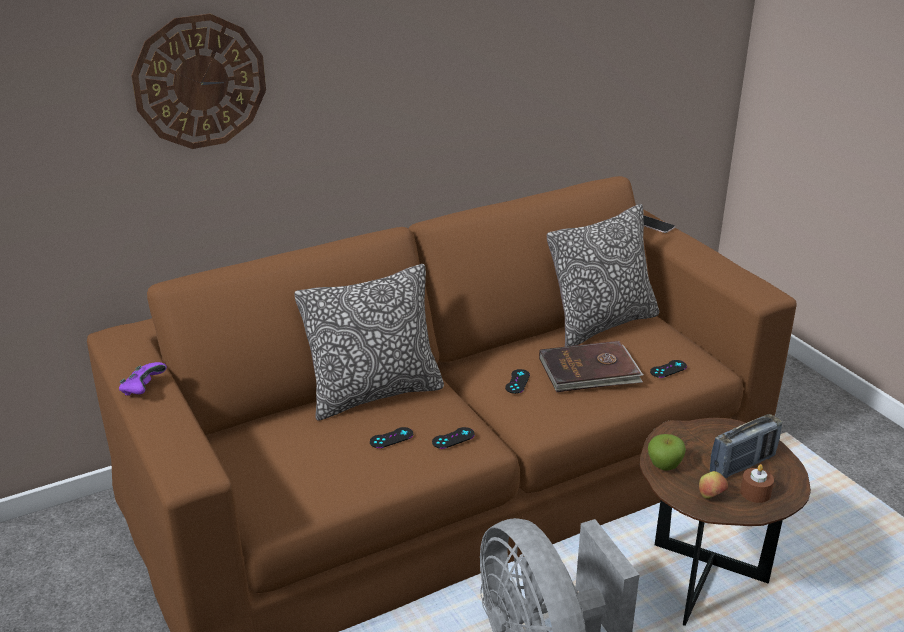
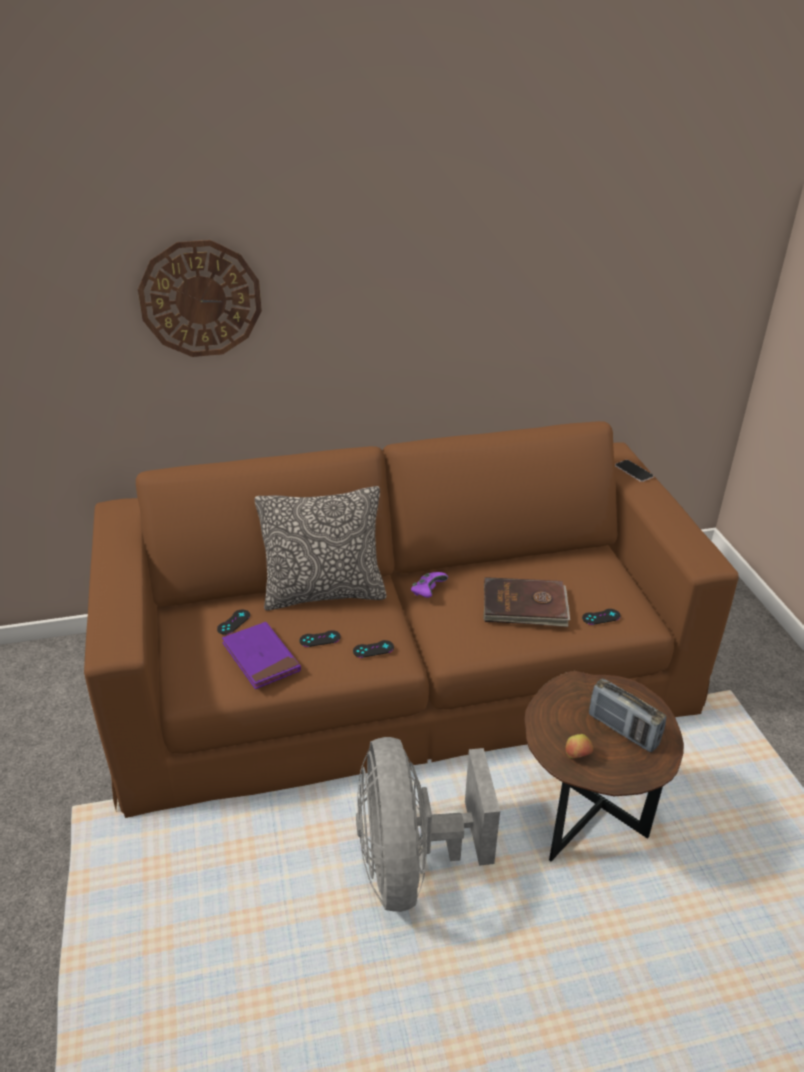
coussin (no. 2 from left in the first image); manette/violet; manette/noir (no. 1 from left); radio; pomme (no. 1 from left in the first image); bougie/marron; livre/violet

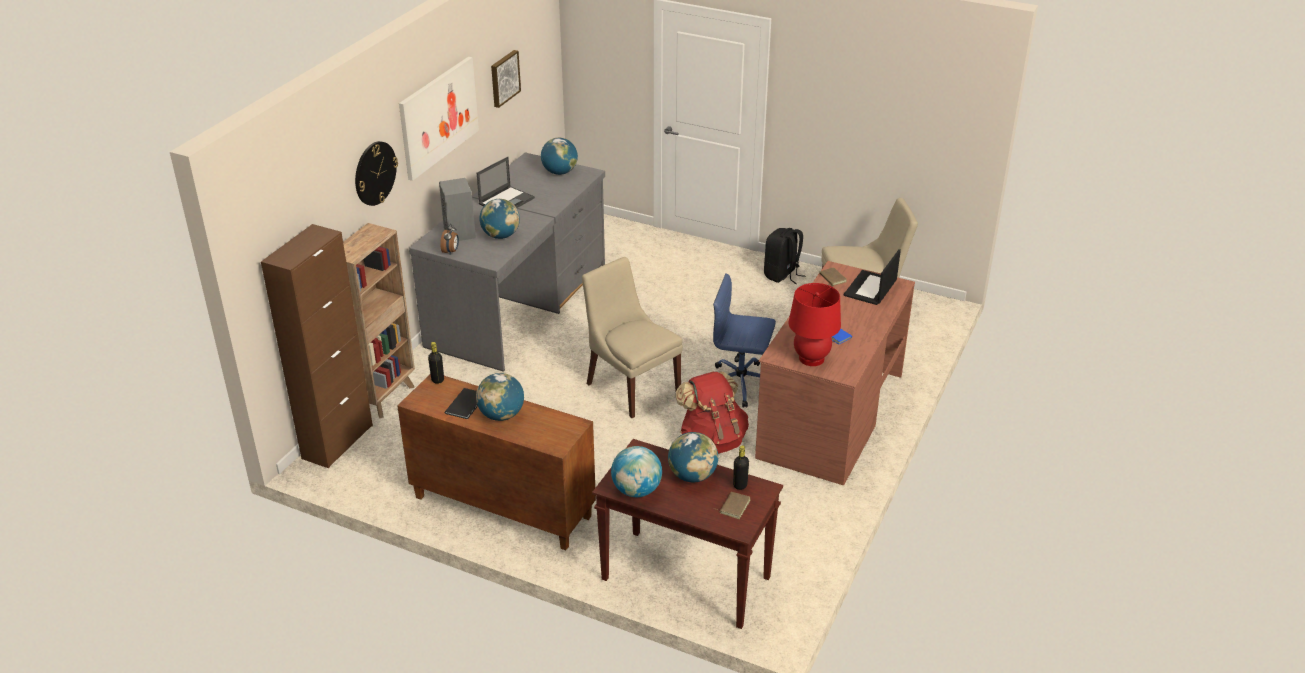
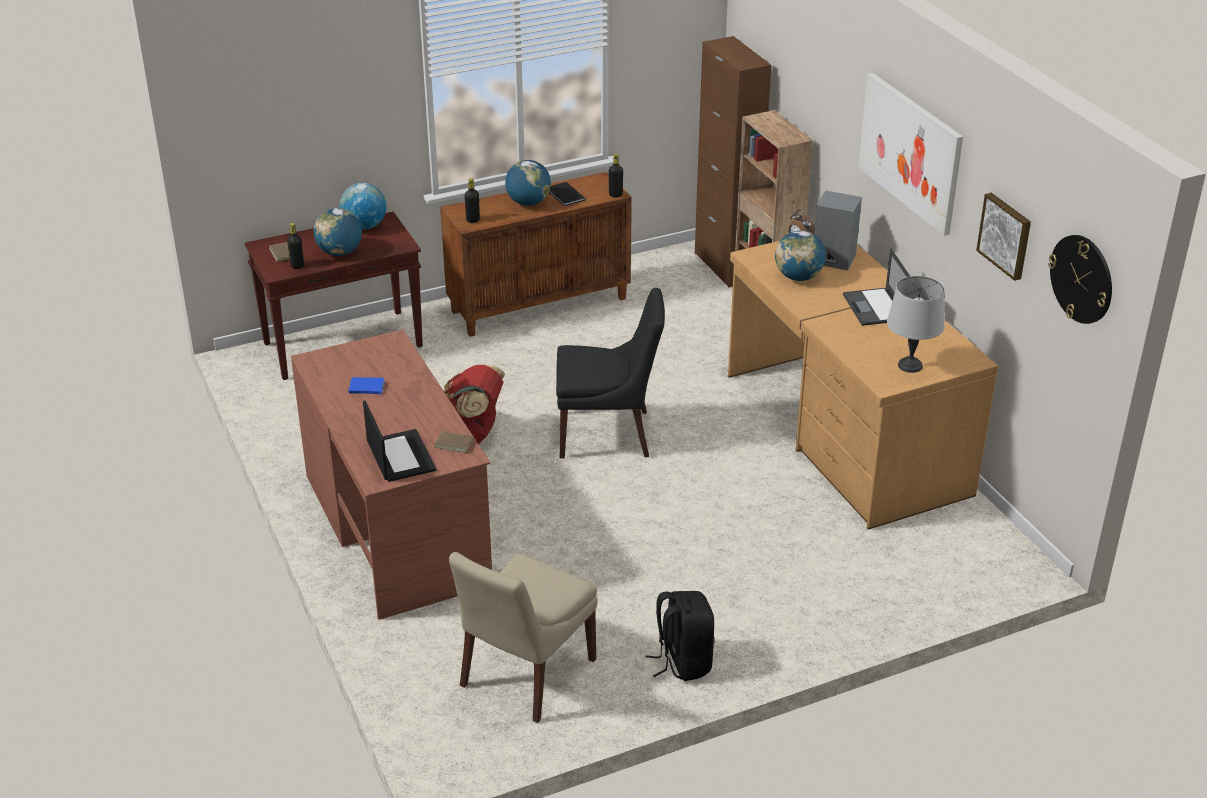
lampe de table/gris; horloge murale; bureau/marron (no. 2 from left); chaise/noir; chaise de bureau/bleu; lampe de table/rouge; bouteille/noir (no. 2 from left)

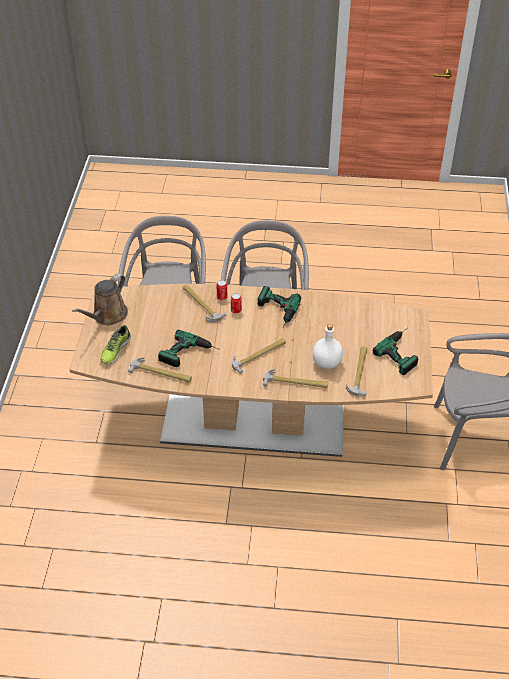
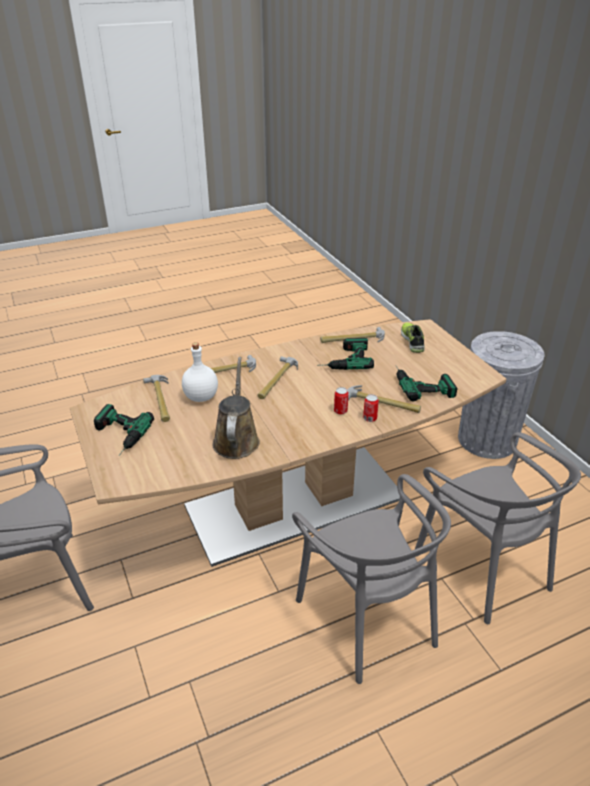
arrosoir/marron; perceuse (no. 3 from left); poubelle/gris

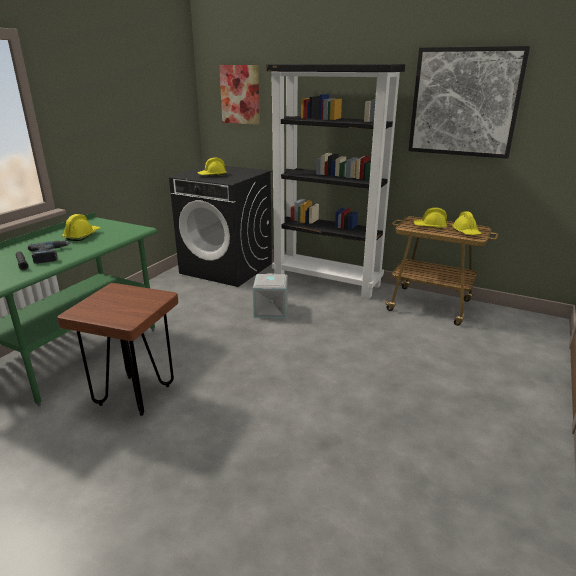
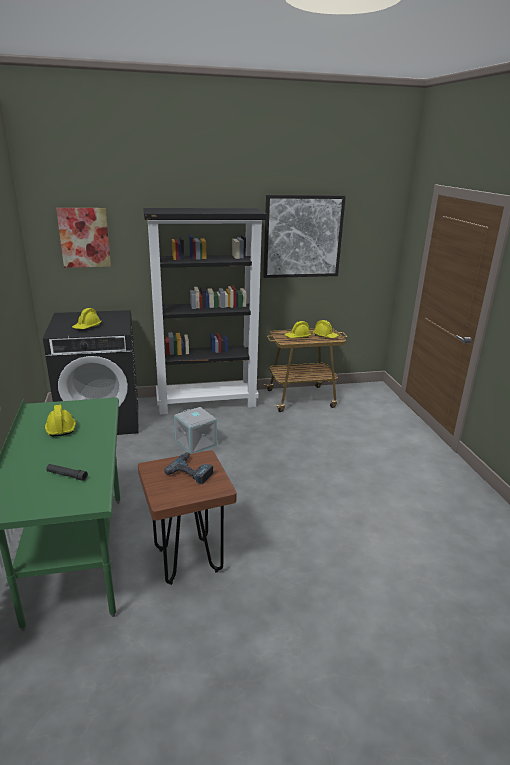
perceuse

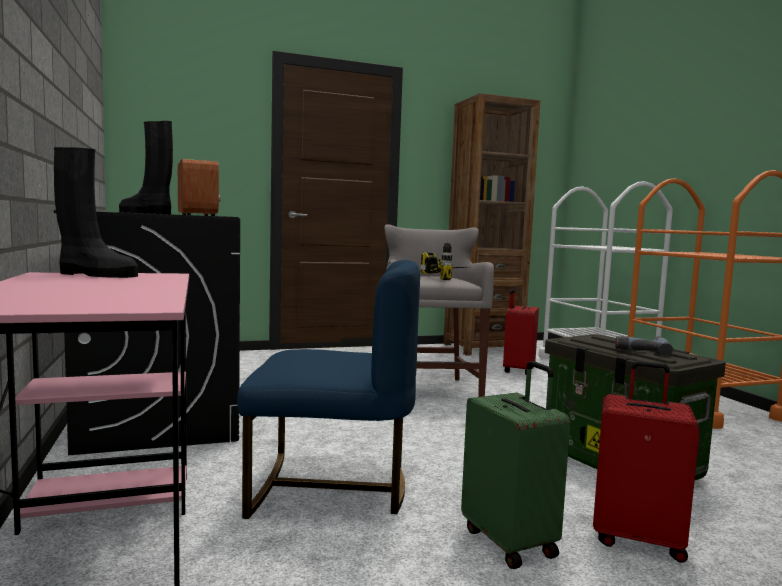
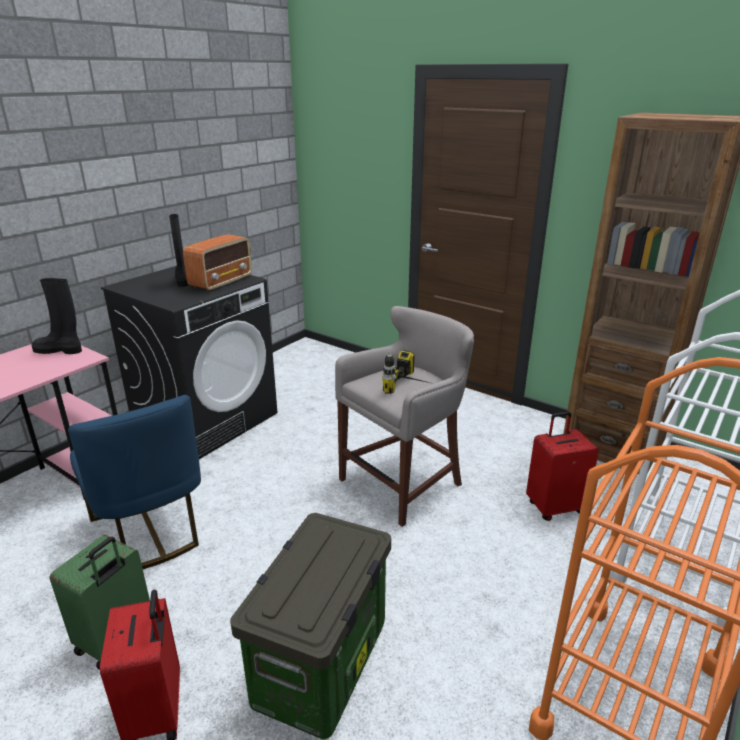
botte/noir (no. 1 from left); perceuse (no. 2 from left in the first image)

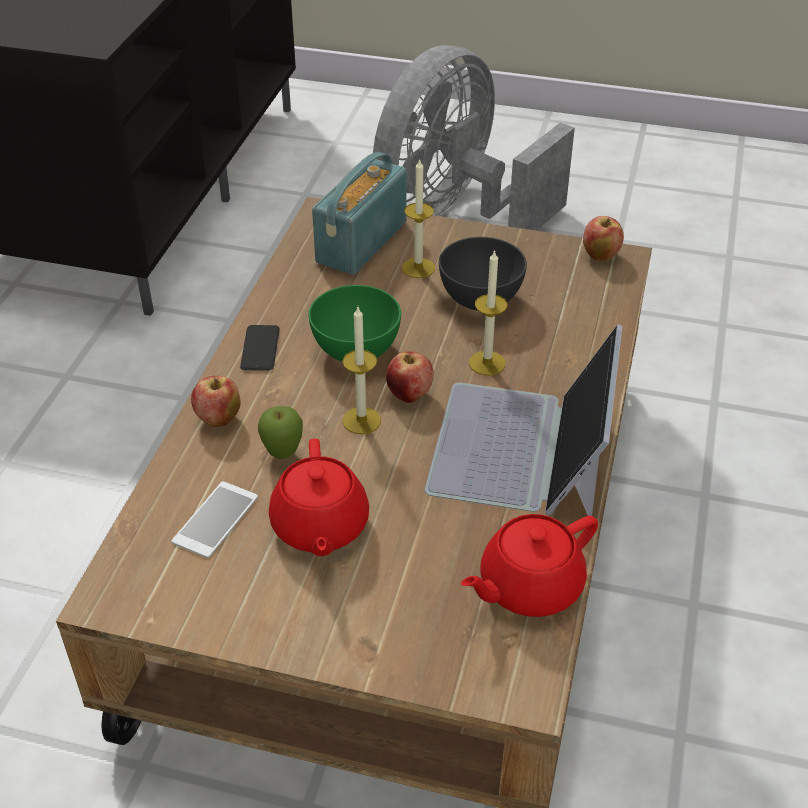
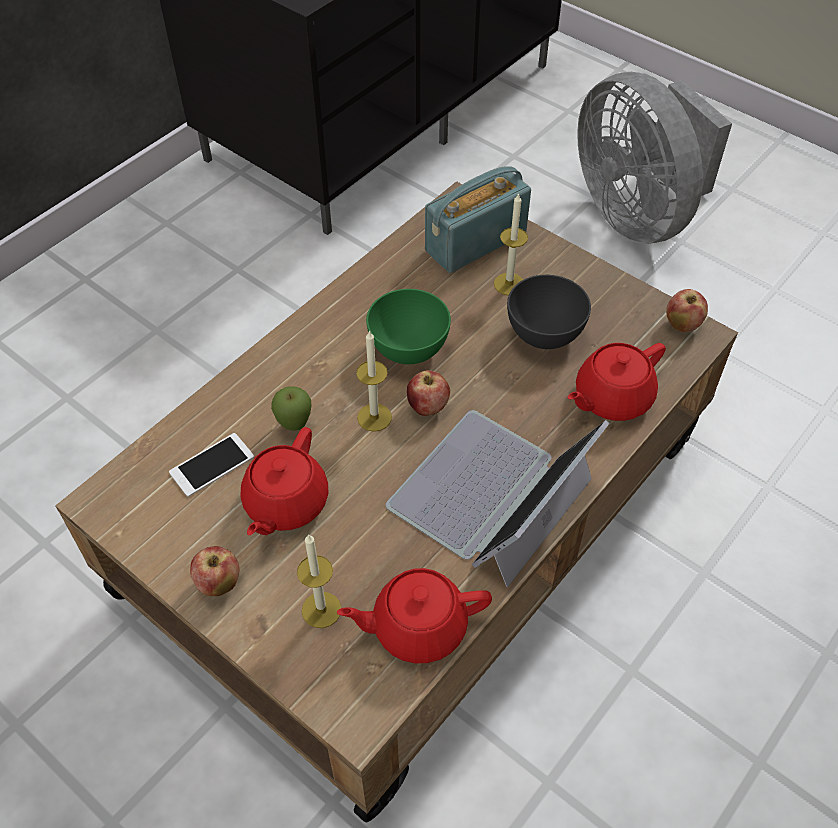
ventilateur/gris; bougie (no. 1 from left); téléphone (no. 2 from left in the first image); pomme (no. 1 from left); théière/rouge (no. 3 from left)

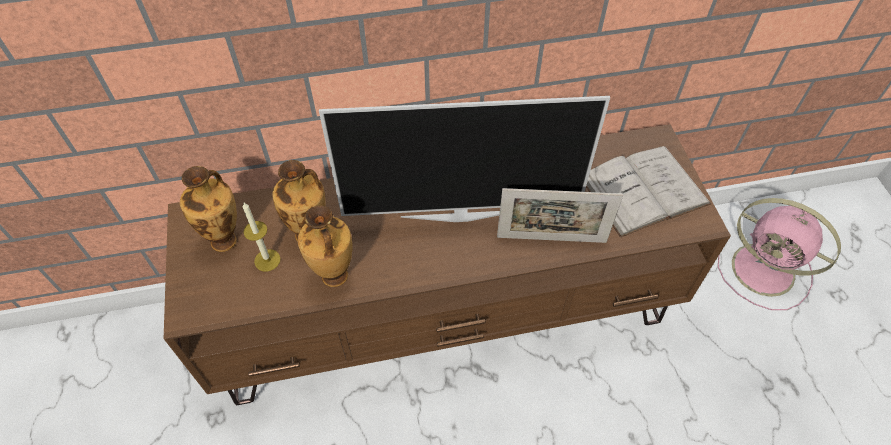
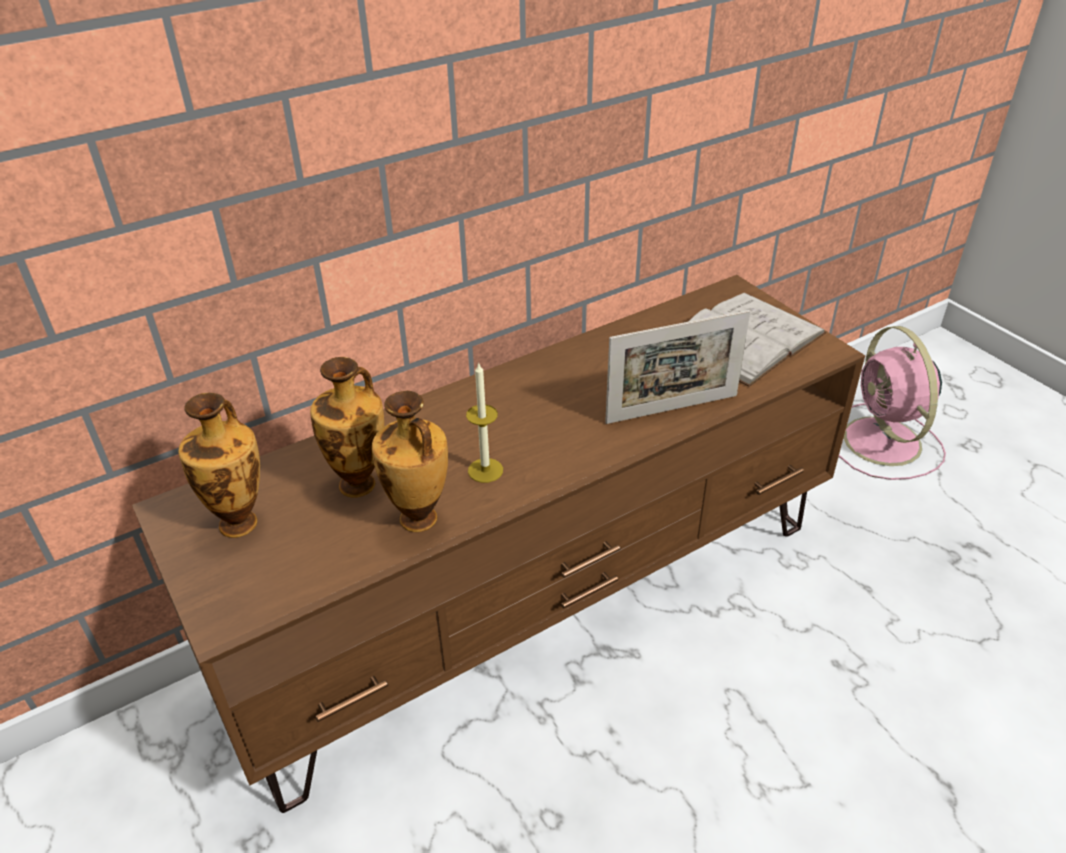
téléviseur; ventilateur/rose; bougie

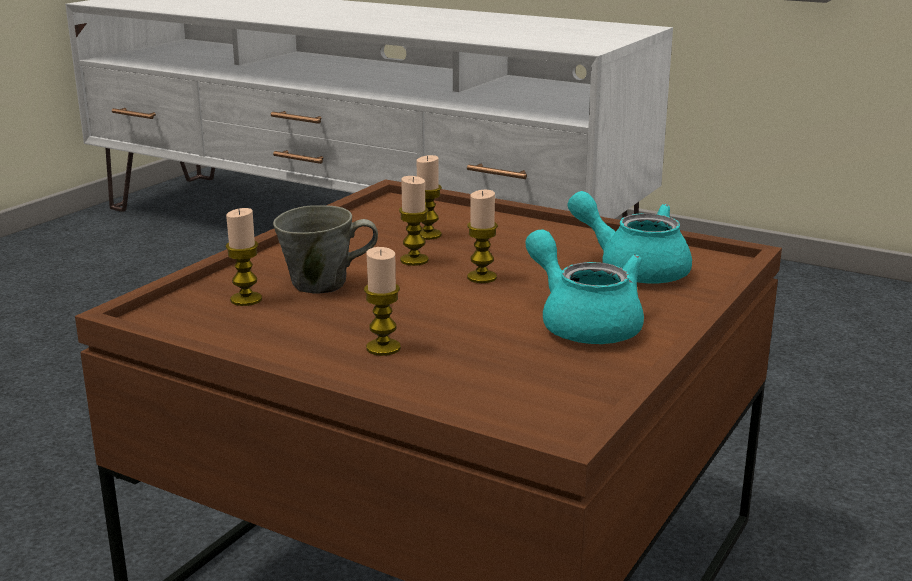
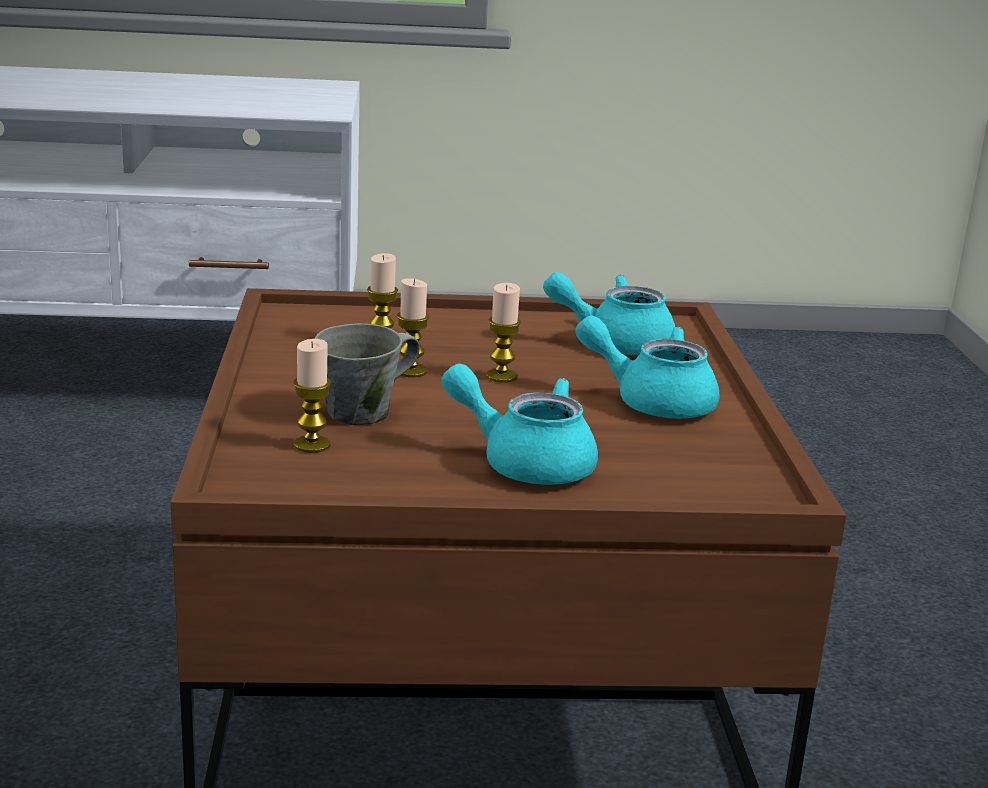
théière/turquoise (no. 1 from left)

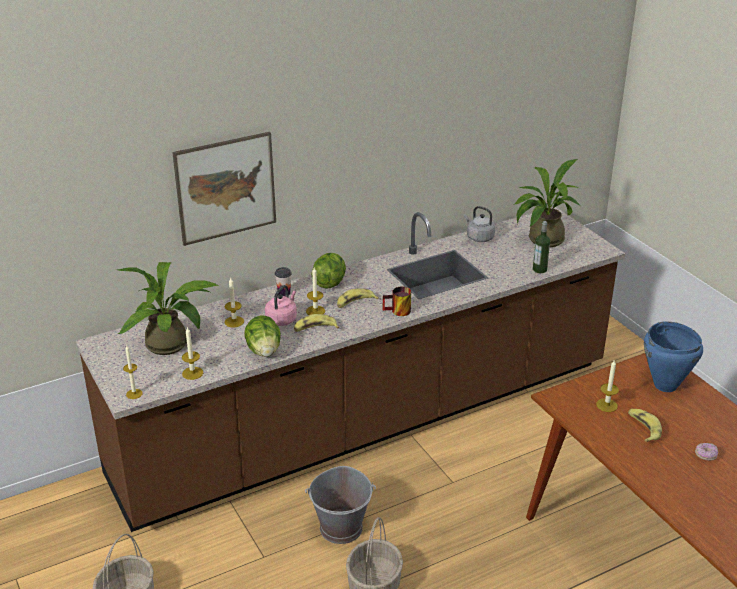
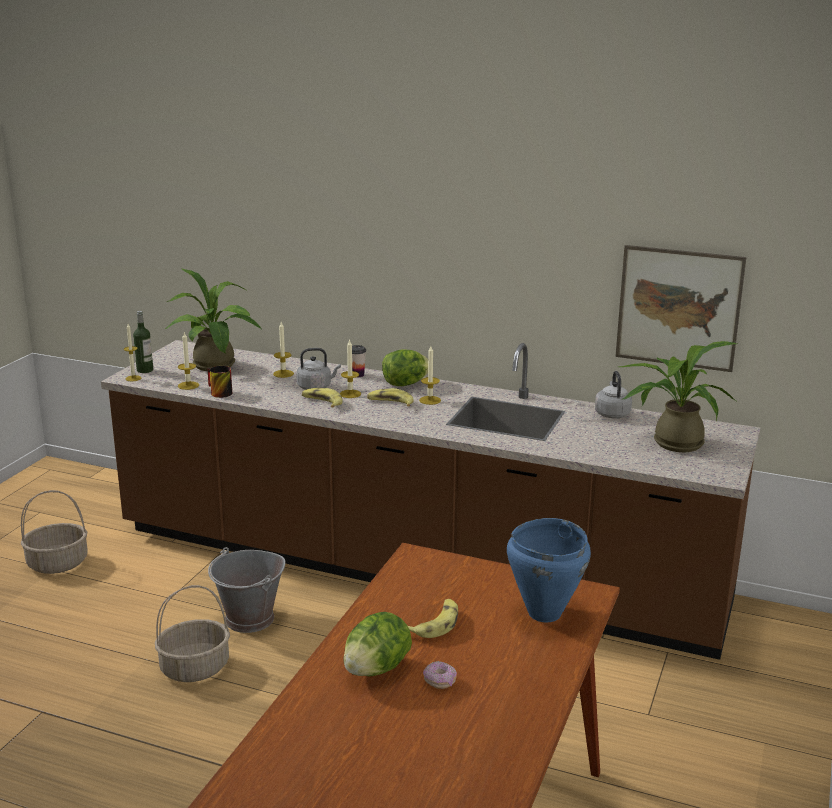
tableau; bouteille; bouilloire/gris (no. 1 from left); mug; laitue (no. 1 from left); bougie (no. 5 from left)

